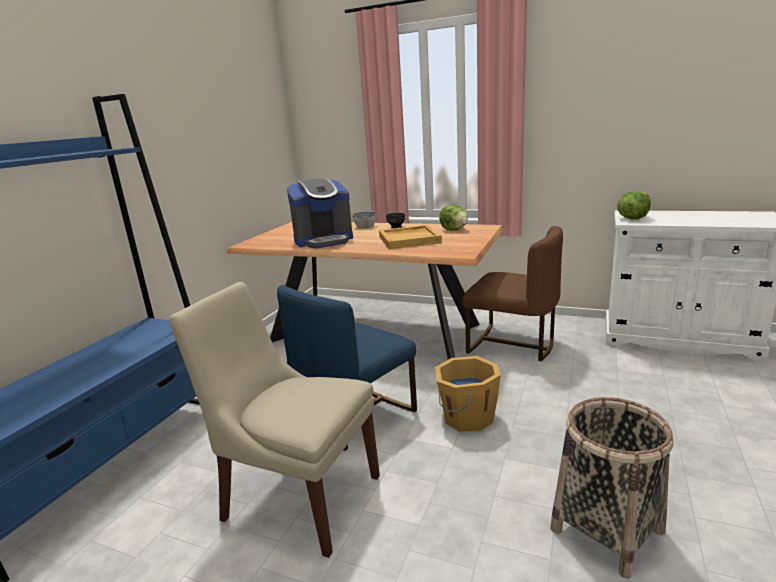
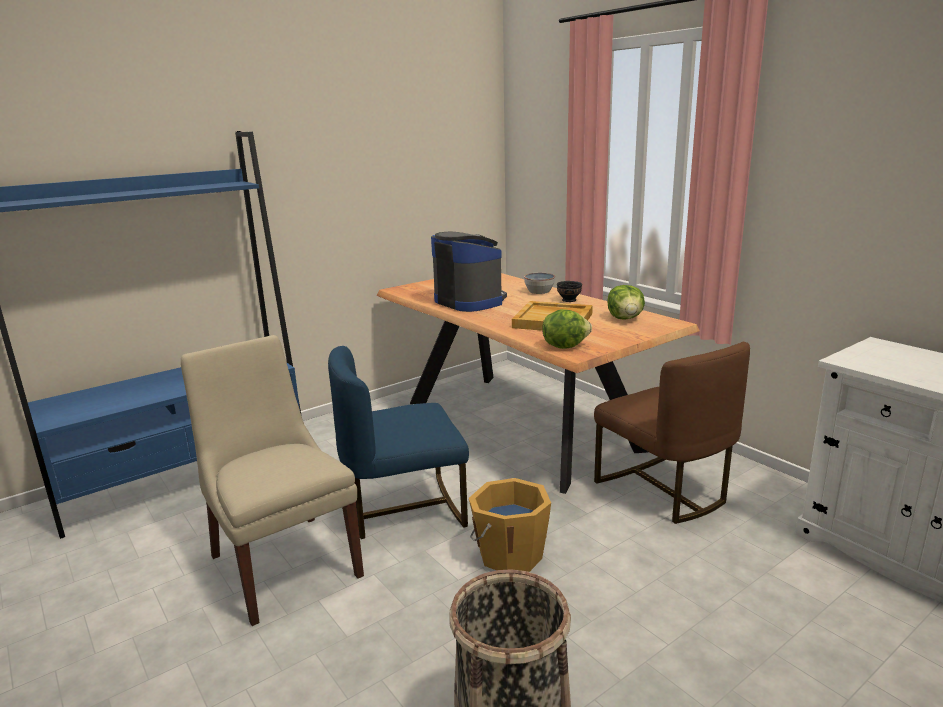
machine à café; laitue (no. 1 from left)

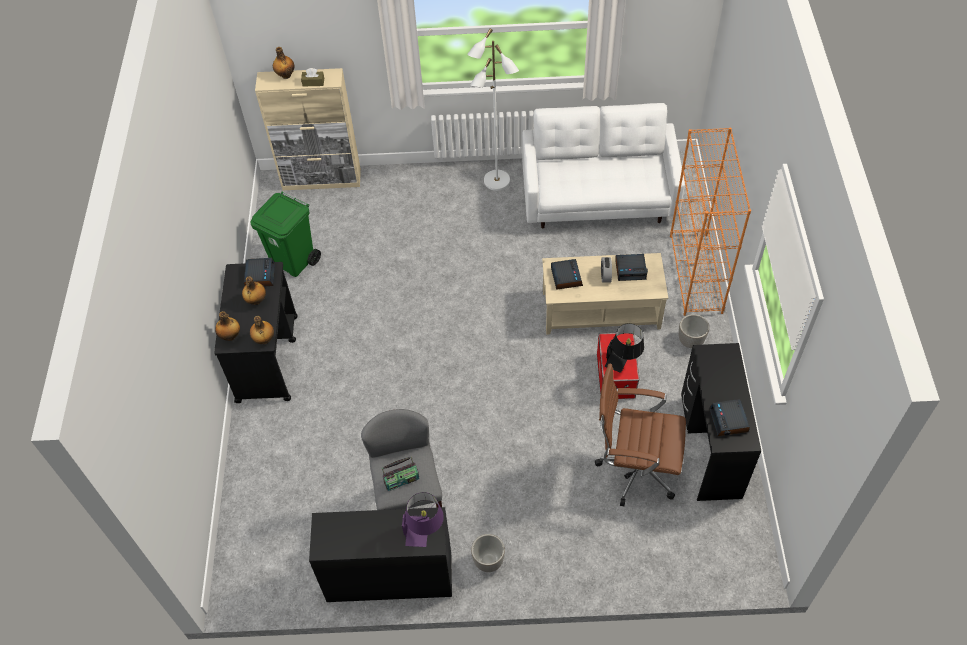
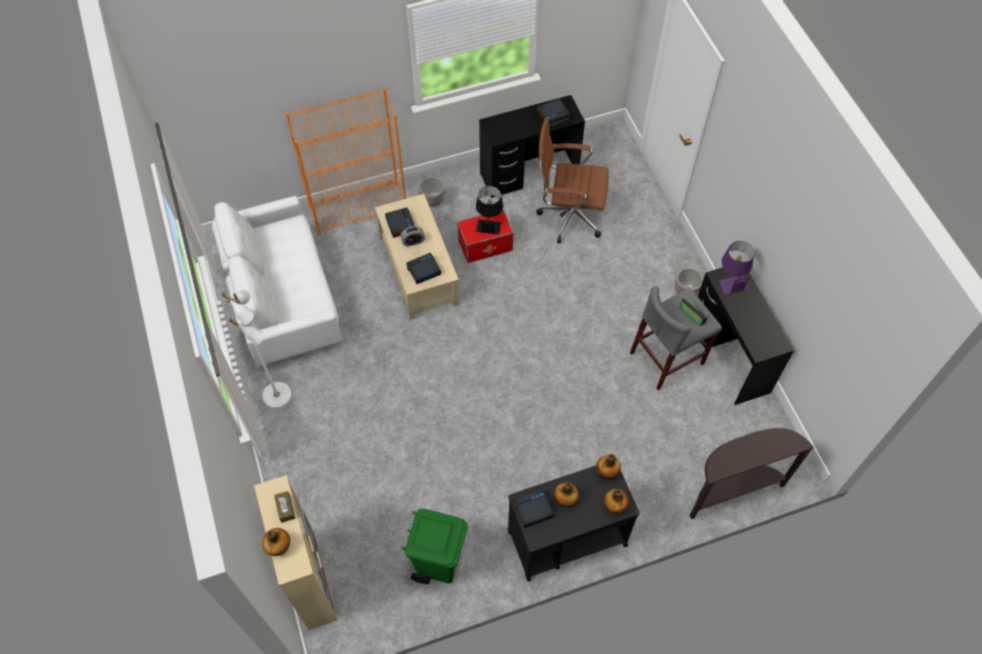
chaise de bureau/marron; table console/marron

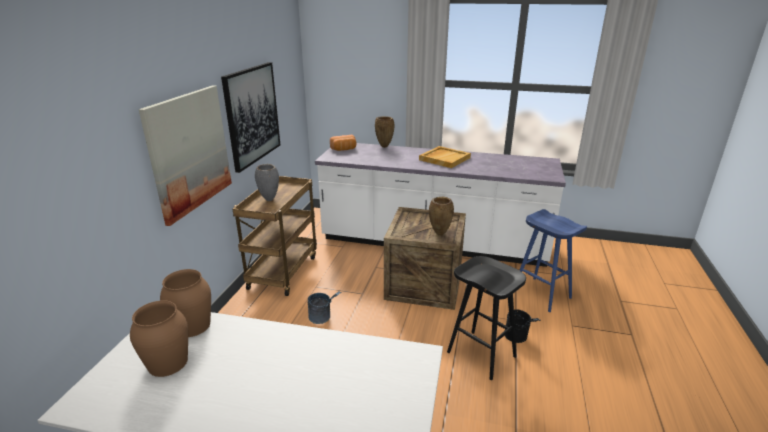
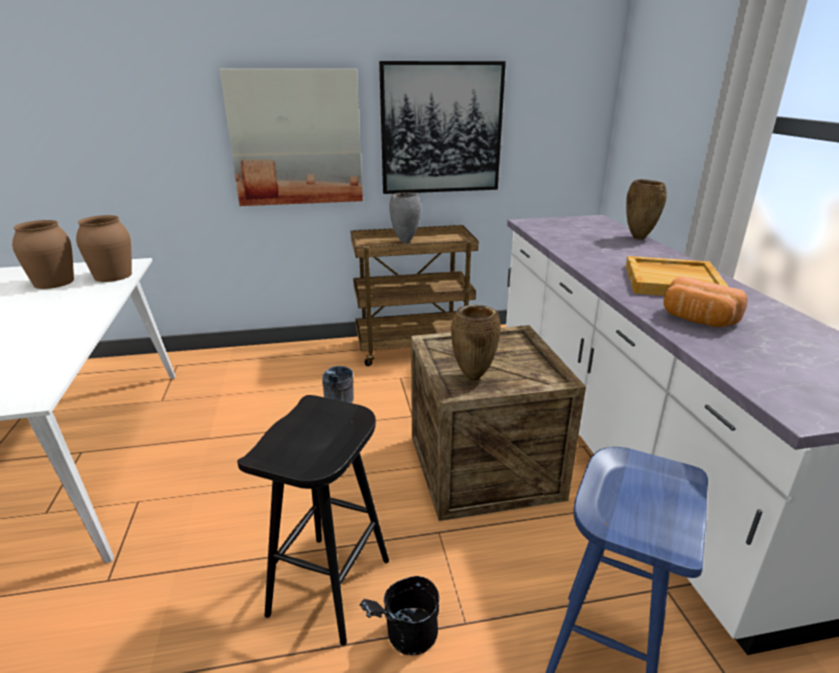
pain

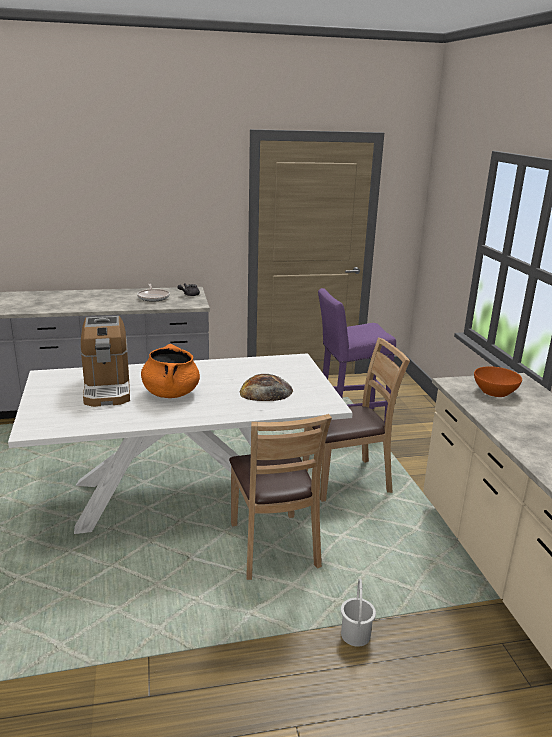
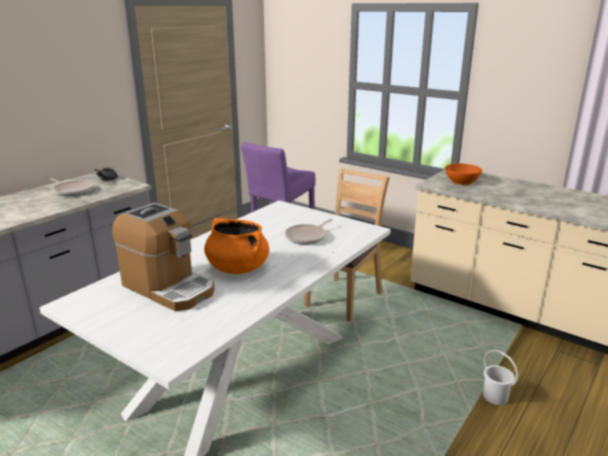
poêle (no. 2 from left); chaise/marron (no. 1 from left in the first image)

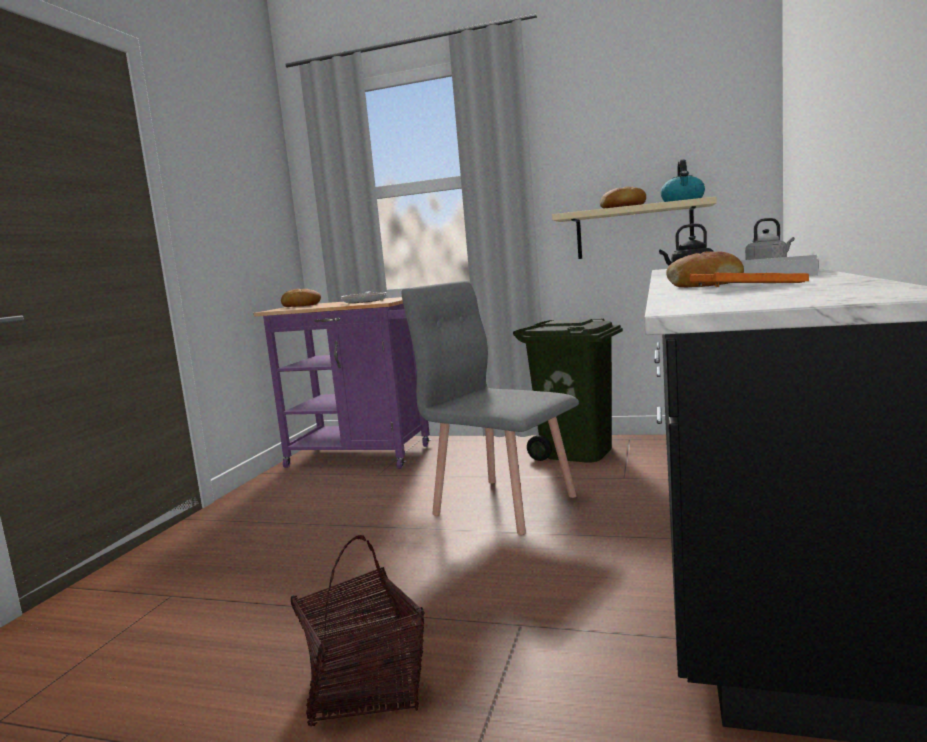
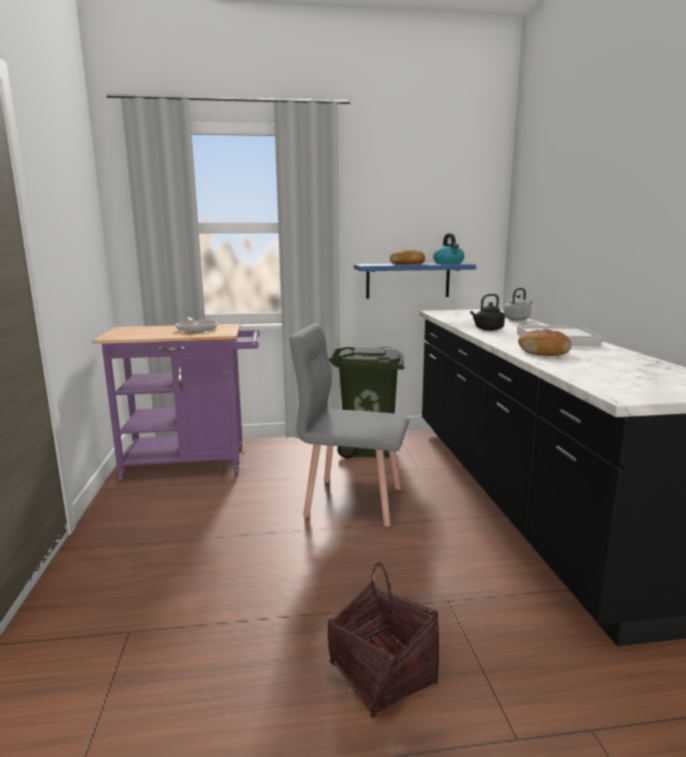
étagère/bleu; plateau/orange; pain (no. 1 from left in the first image)

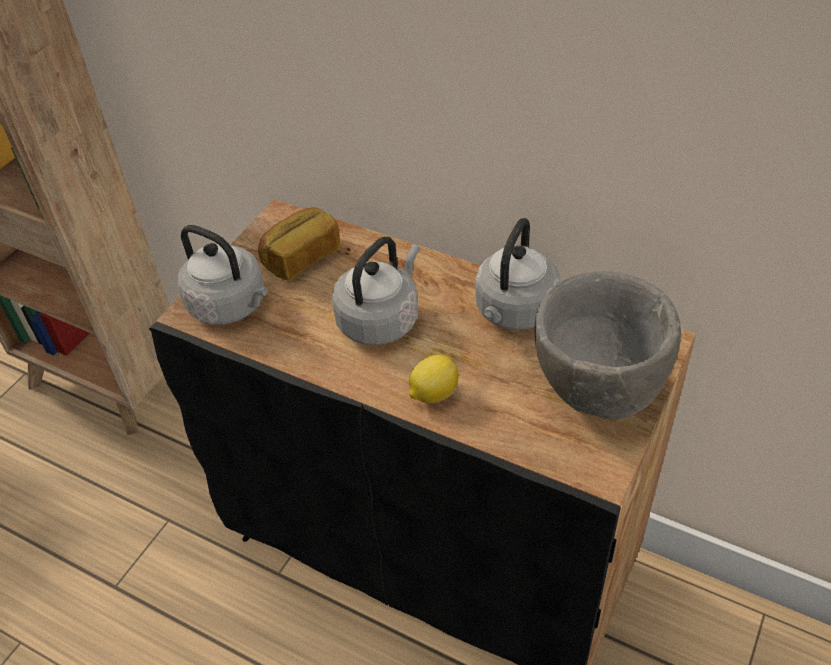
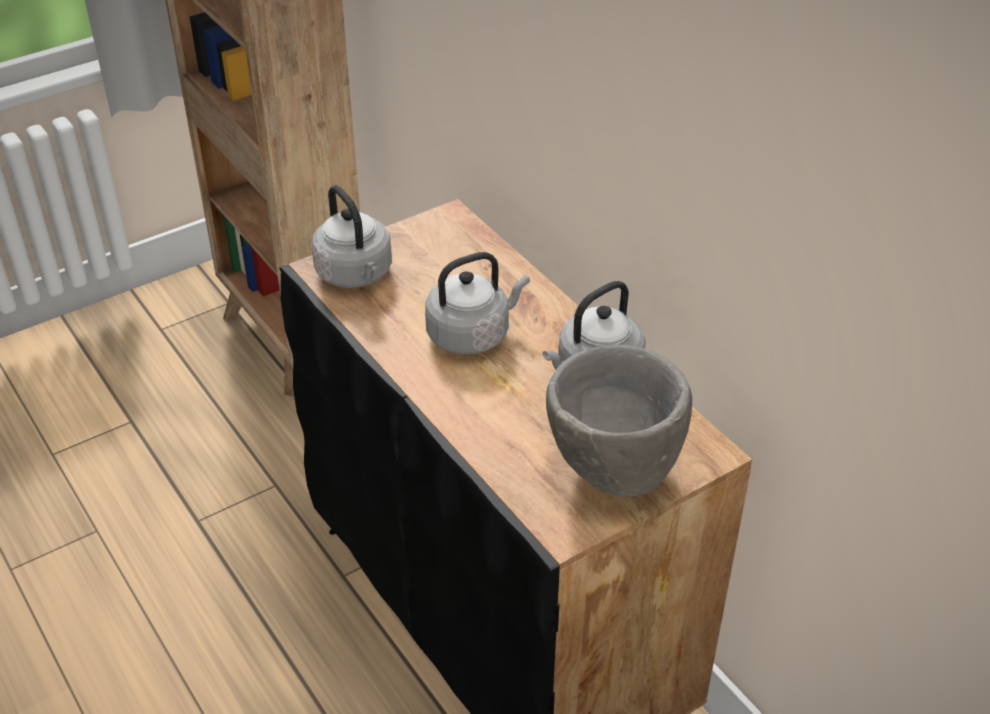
pain; citron

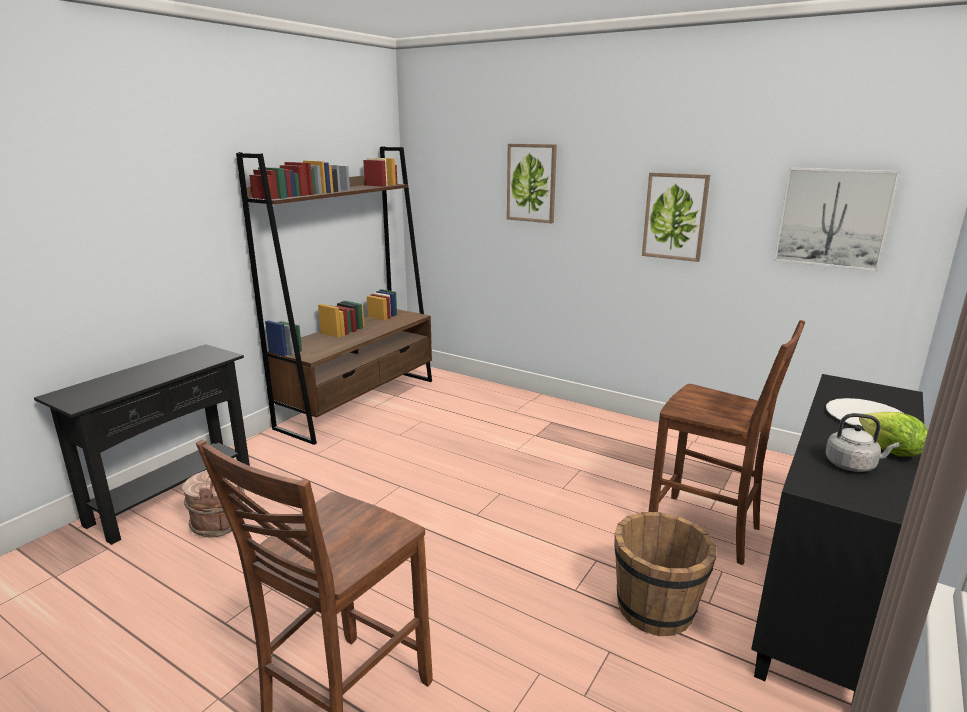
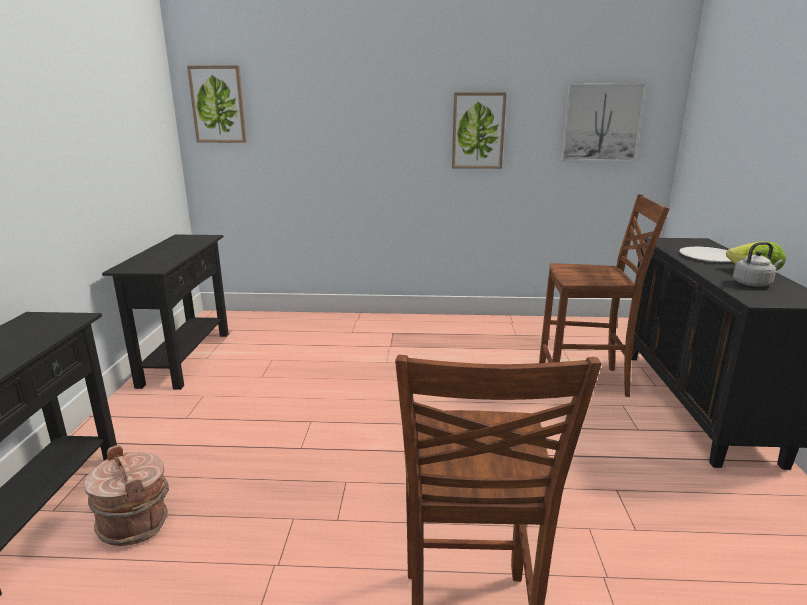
tableau (no. 1 from left); table console/noir (no. 2 from left); seau/marron (no. 2 from left in the first image)

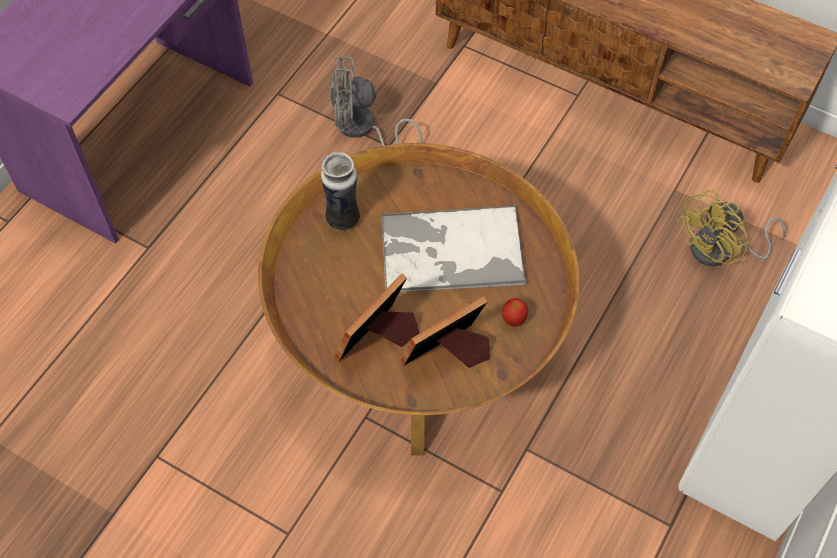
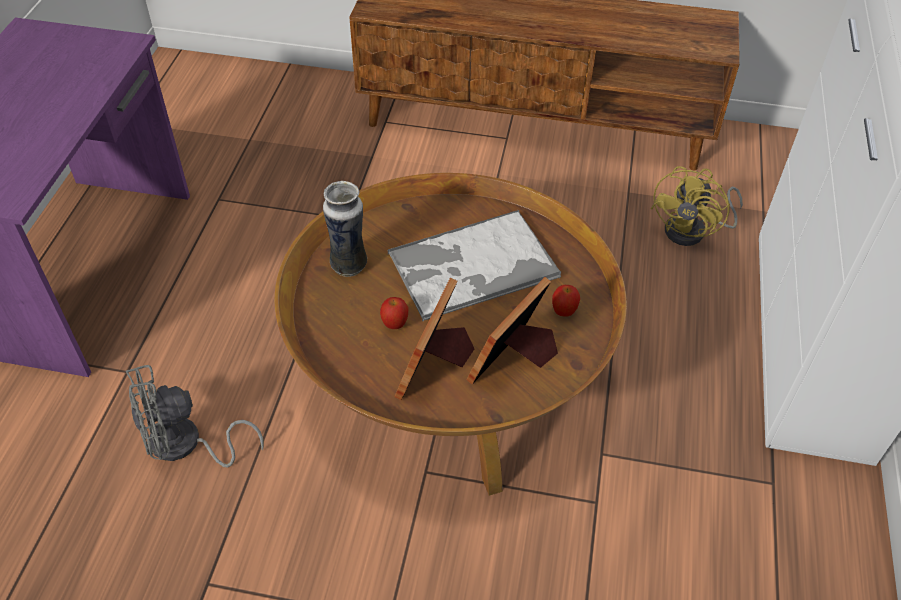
ventilateur/gris; pomme (no. 1 from left)

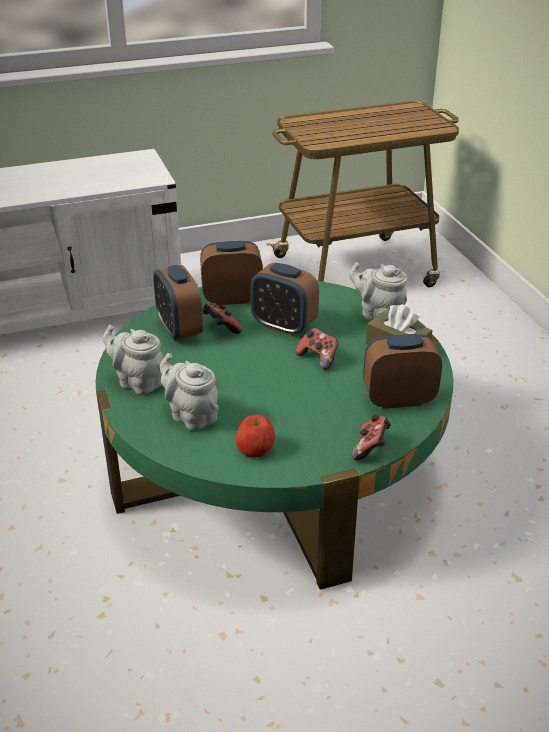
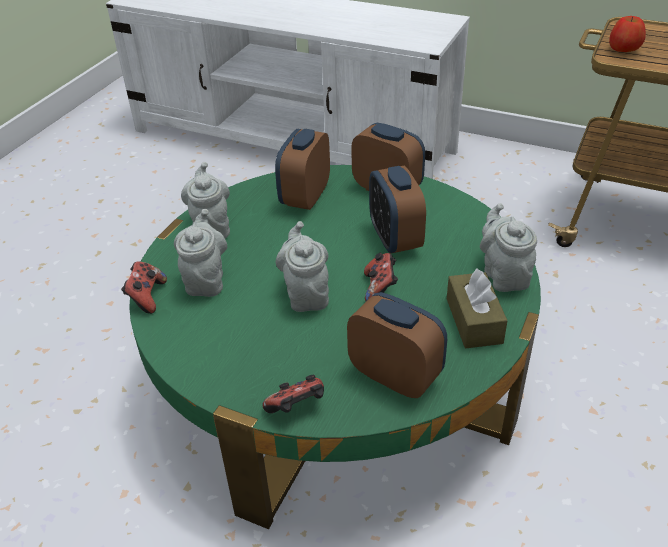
manette (no. 1 from left); pomme; théière/gris (no. 3 from left)

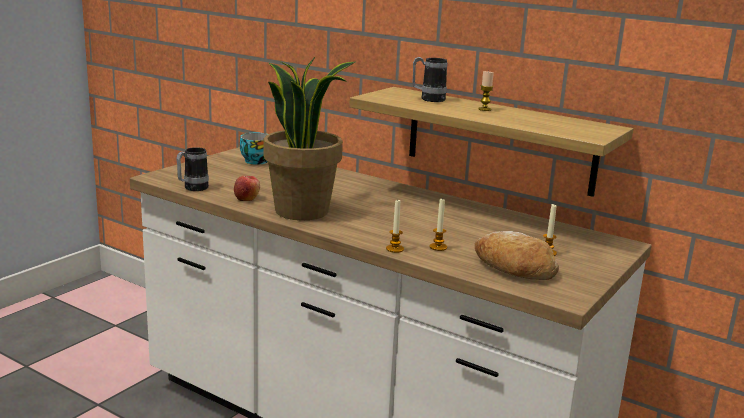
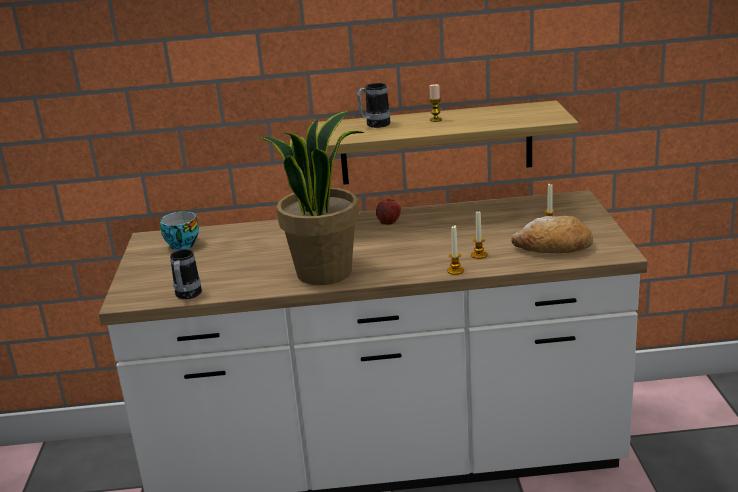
pomme

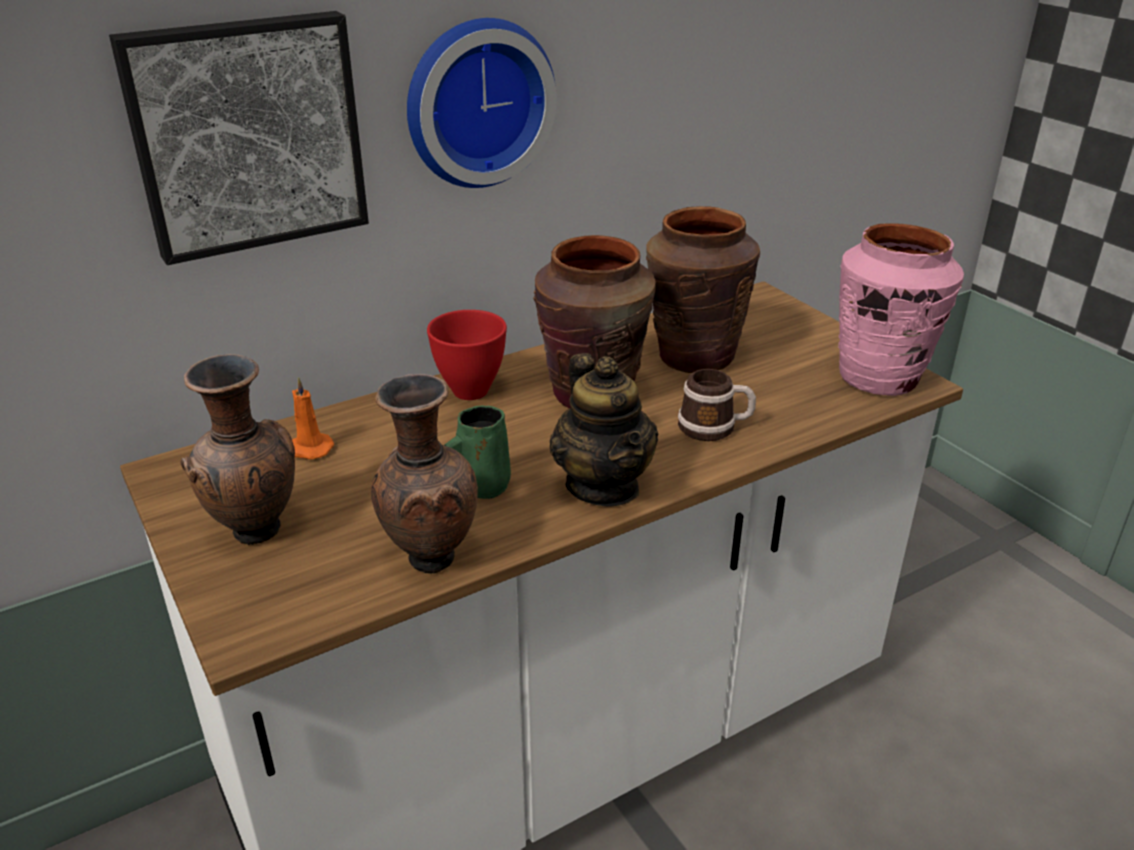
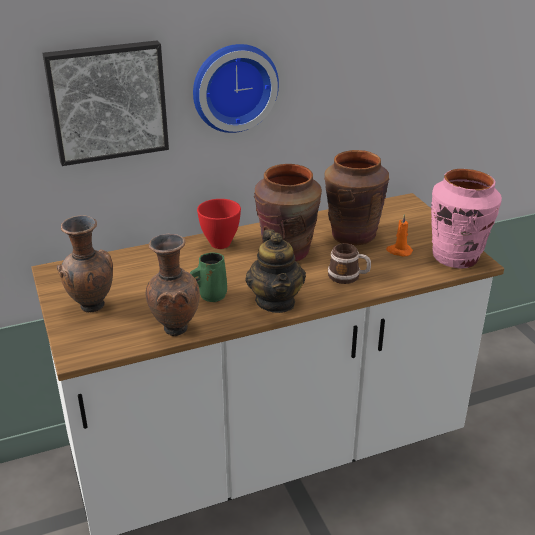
bougie/orange

